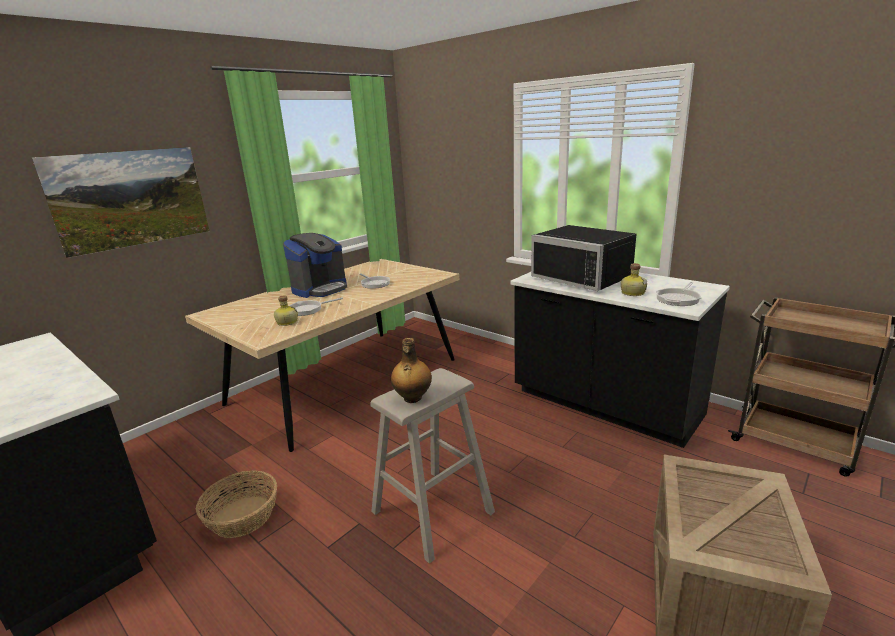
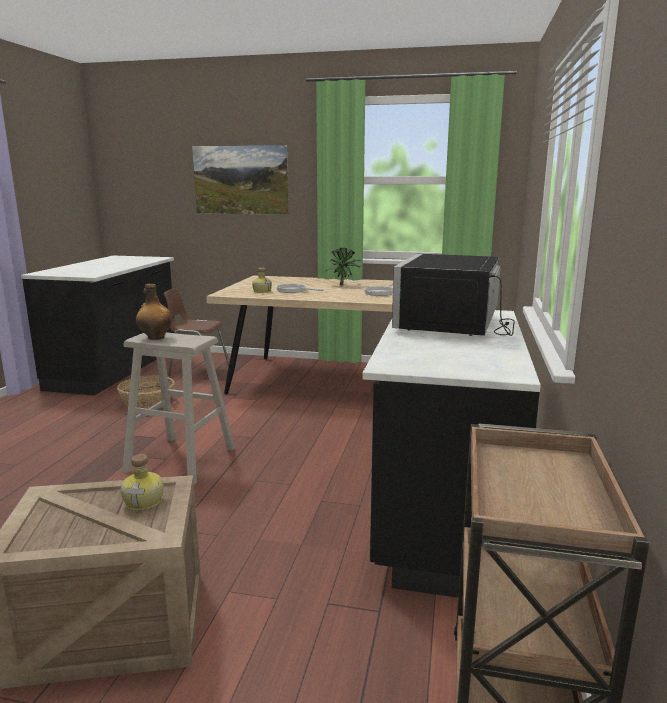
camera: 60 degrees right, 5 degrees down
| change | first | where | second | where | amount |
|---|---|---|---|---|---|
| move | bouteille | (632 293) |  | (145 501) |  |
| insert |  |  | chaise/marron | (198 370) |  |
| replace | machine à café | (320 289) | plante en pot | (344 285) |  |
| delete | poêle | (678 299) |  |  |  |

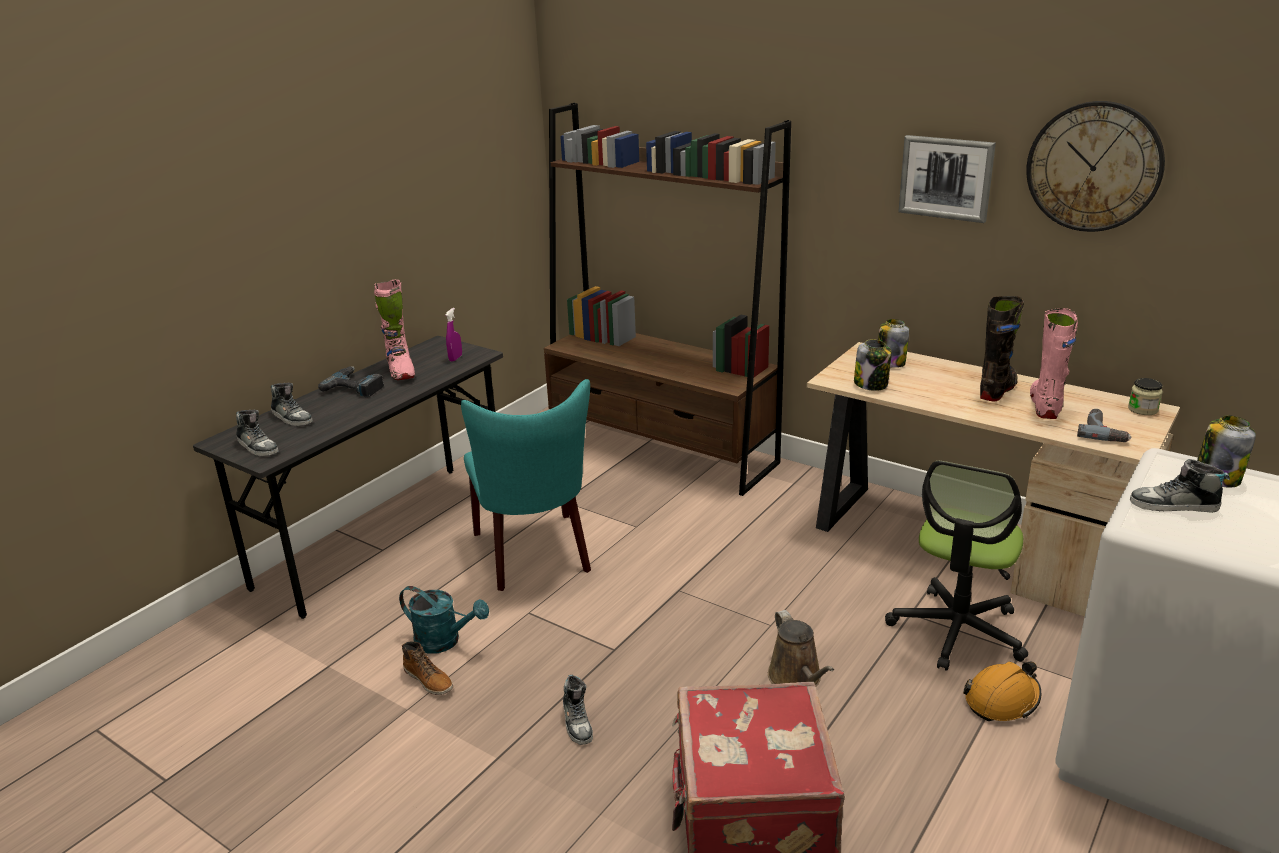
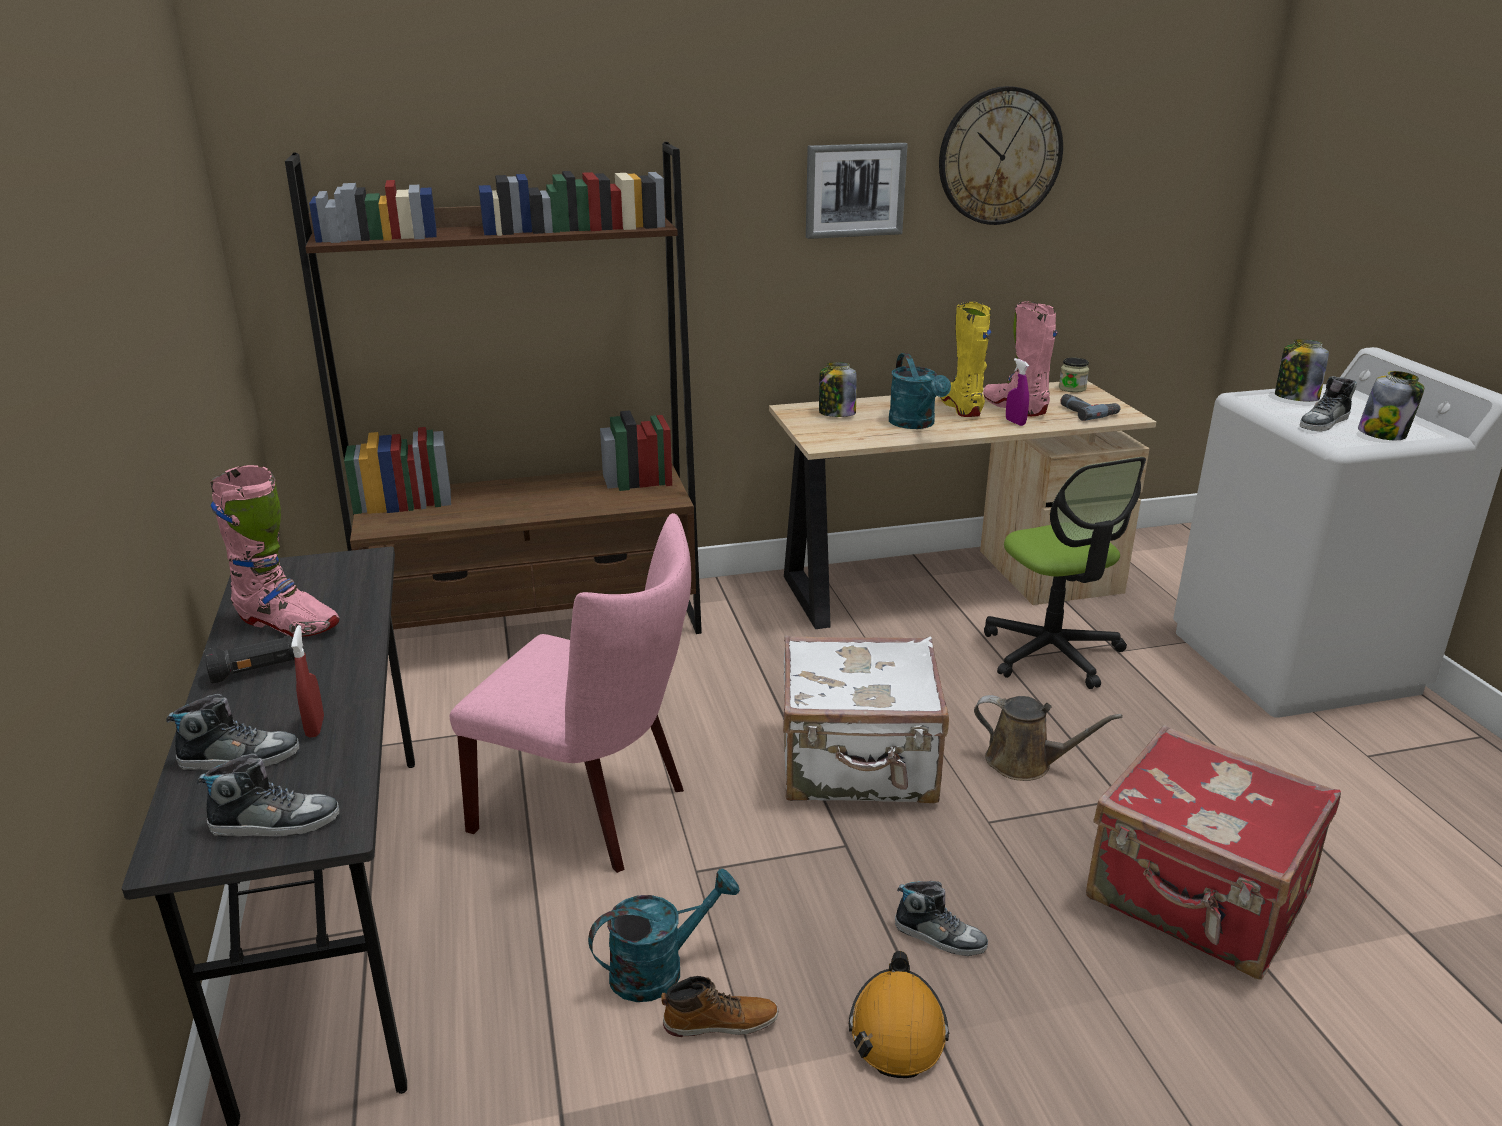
camera: 50 degrees left, 0 degrees up
| change | first | where | second | where | amount |
|---|---|---|---|---|---|
| replace | perceuse | (356 386) | lampe de poche/noir | (255 671) |  |
| insert |  |  | vaporisateur/rouge | (315 727) |  |
| recolor | chaise/turquoise | (535 556) | chaise/rose | (592 810) |  |
| insert |  |  | valise/blanc | (859 765) |  |
| move | casque de chantier/orange | (1002 700) |  | (897 1029) |  |
| insert |  |  | arrosoir/turquoise | (915 424) |  |
| recolor | botte/noir | (997 390) | botte/jaune | (960 407) |  |
| move | vaporisateur/violet | (455 358) |  | (1015 422) |  |
| move | bocal | (871 384) |  | (1383 434) |  |

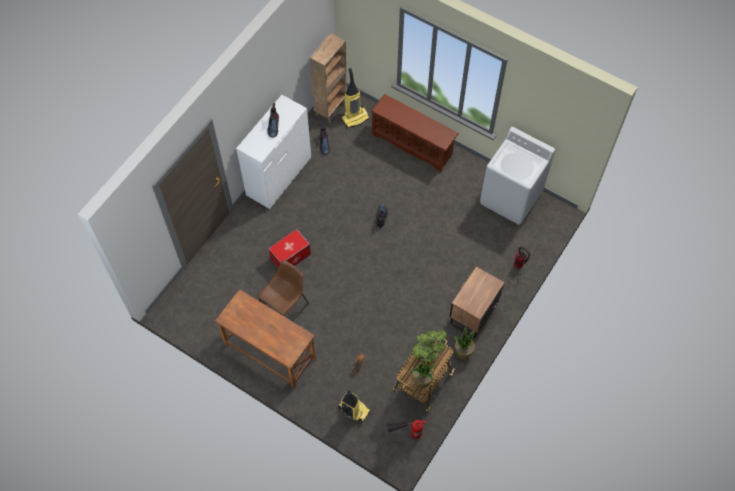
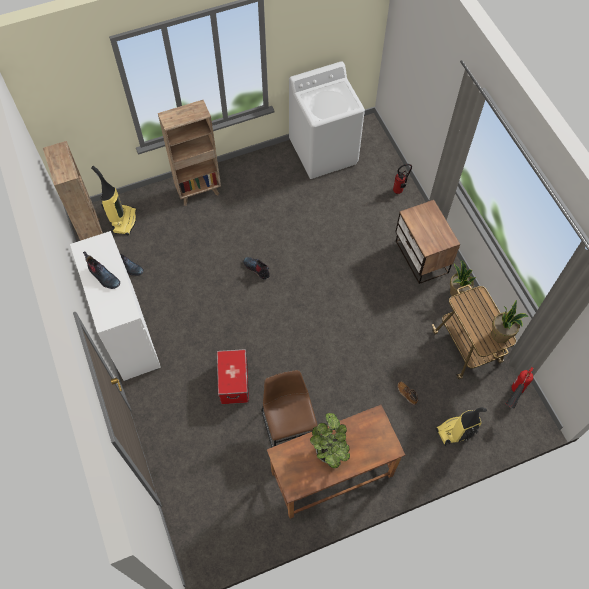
camera: 55 degrees left, 0 degrees up
| change | first | where | second | where | amount |
|---|---|---|---|---|---|
| replace | étagère à chaussures/marron | (413 144) | bibliothèque/marron | (199 191) |  |
| move | plante en pot | (427 352) |  | (329 450) |  |

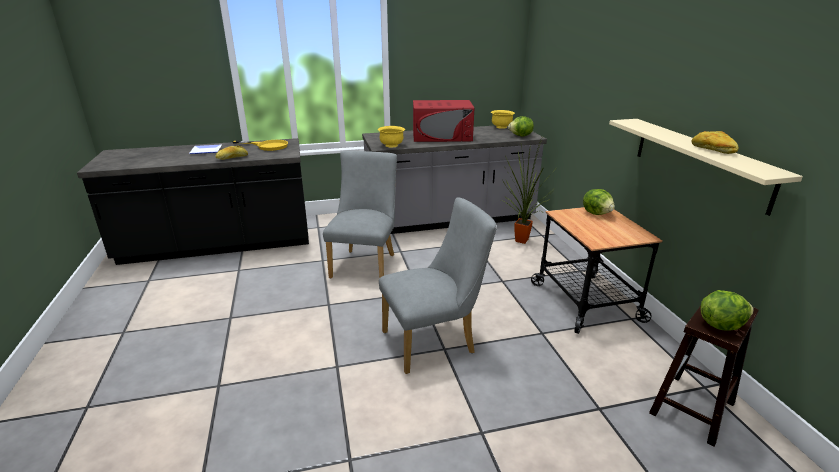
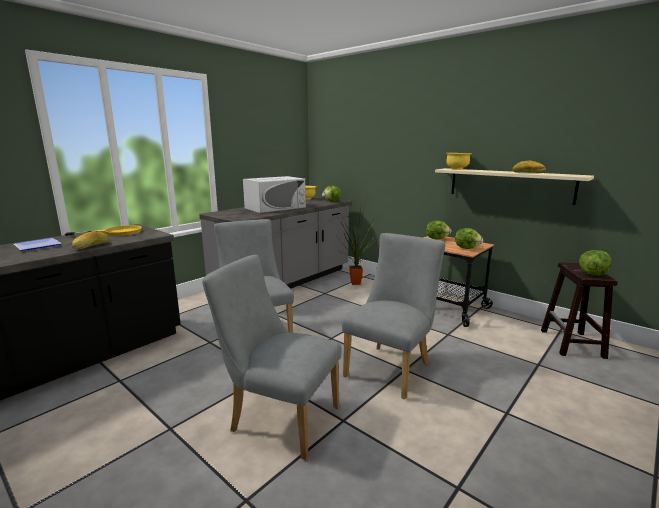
camera: 35 degrees left, 10 degrees down
| change | first | where | second | where | amount |
|---|---|---|---|---|---|
| insert |  |  | chaise/gris | (278 417) |  |
| recolor | micro-ondes/rouge | (442 136) | micro-ondes/blanc | (275 207) |  |
| move | bol/jaune | (391 145) |  | (457 169) |  |
| insert |  |  | laitue | (467 248) |  |

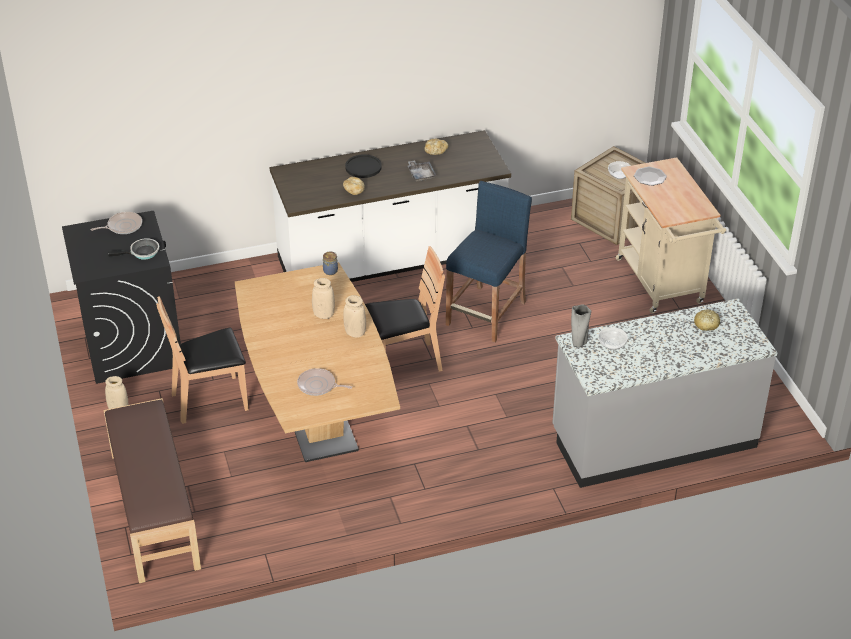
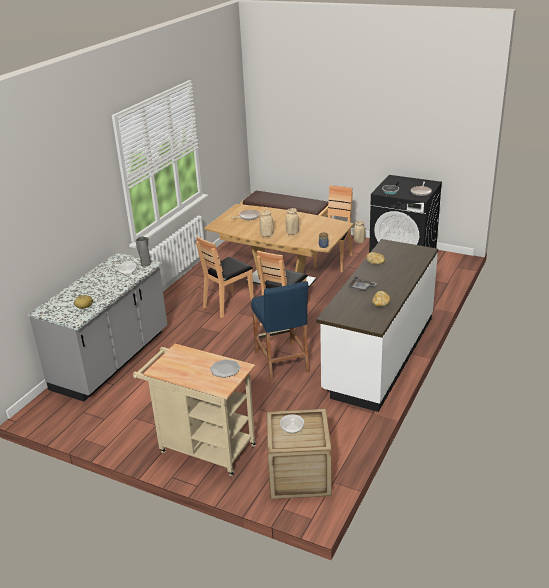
camera: 135 degrees right, 10 degrees down
| change | first | where | second | where | amount |
|---|---|---|---|---|---|
| insert |  |  | chaise/marron | (228 304) |  |
| delete | assiette/noir | (363 167) |  |  |  |

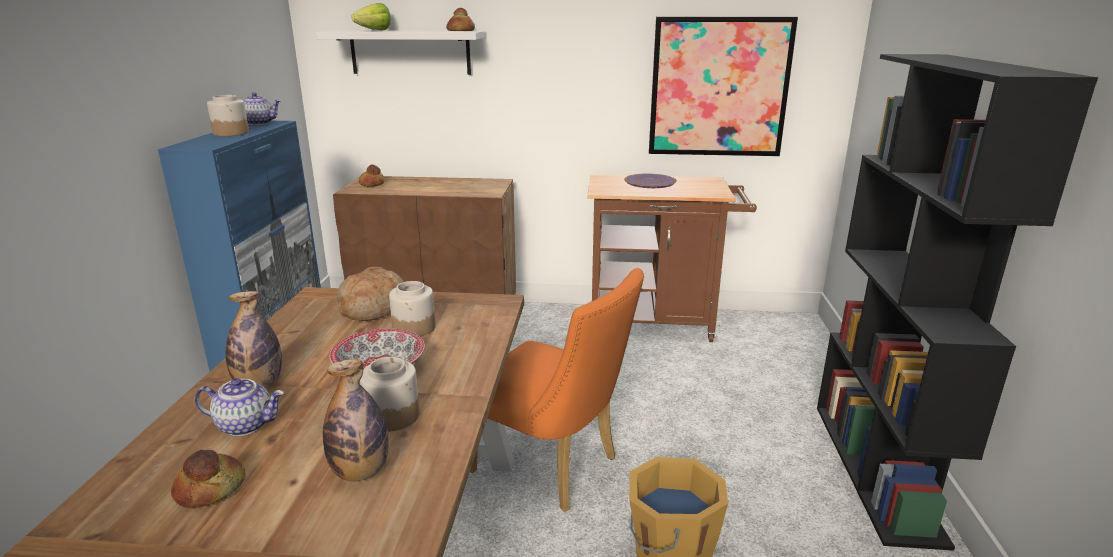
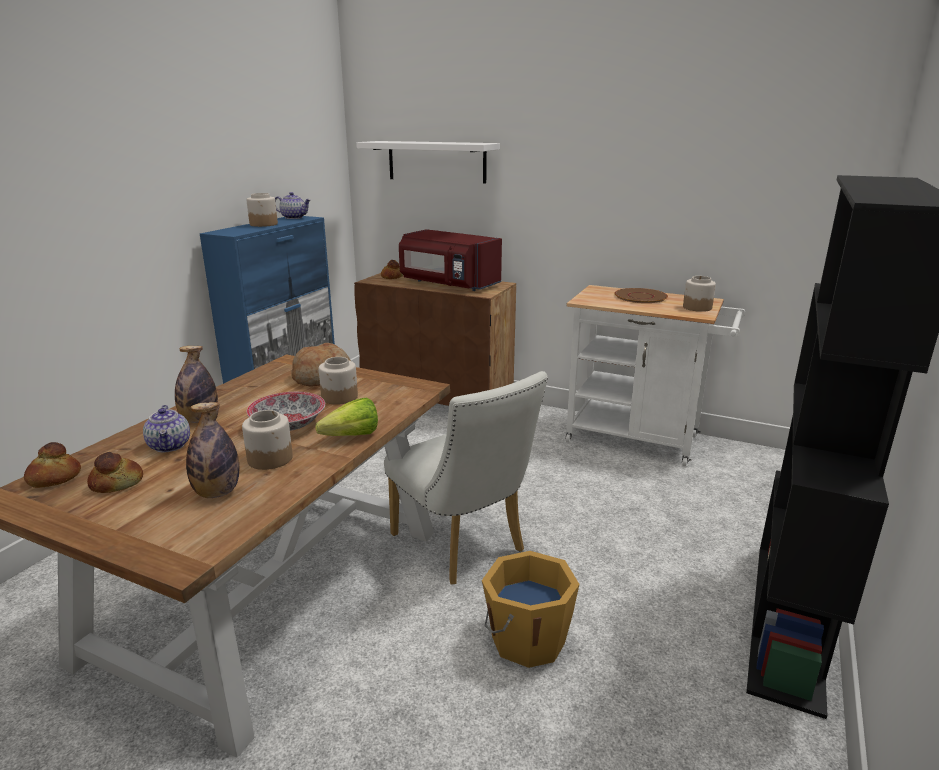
camera: 20 degrees right, 0 degrees up
| change | first | where | second | where | amount |
|---|---|---|---|---|---|
| move | pain | (461 31) |  | (54 478) |  |
| rotate | théière | (246 425) |  | (170 446) | 45 degrees clockwise |
| move | laitue | (370 30) |  | (346 437) |  |
| recolor | chaise/orange | (553 468) | chaise/blanc | (464 547) |  |
| insert |  |  | micro-ondes/rouge | (448 284) |  |
| recolor | chariot/marron | (659 324) | chariot/blanc | (641 440) |  |
| recolor | assiette/violet | (650 182) | assiette/marron | (641 297) |  |
| insert |  |  | bocal | (697 307) |  |
| delete | tableau | (719 87) |  |  |  |

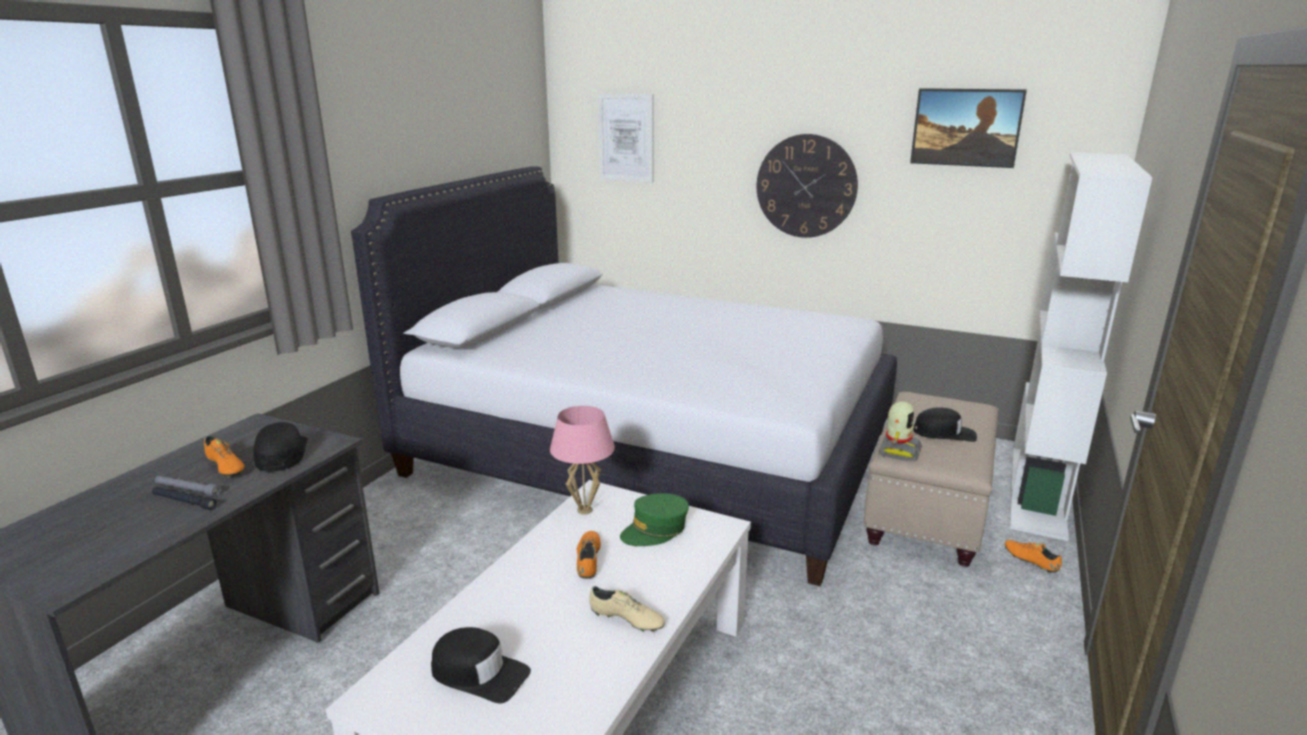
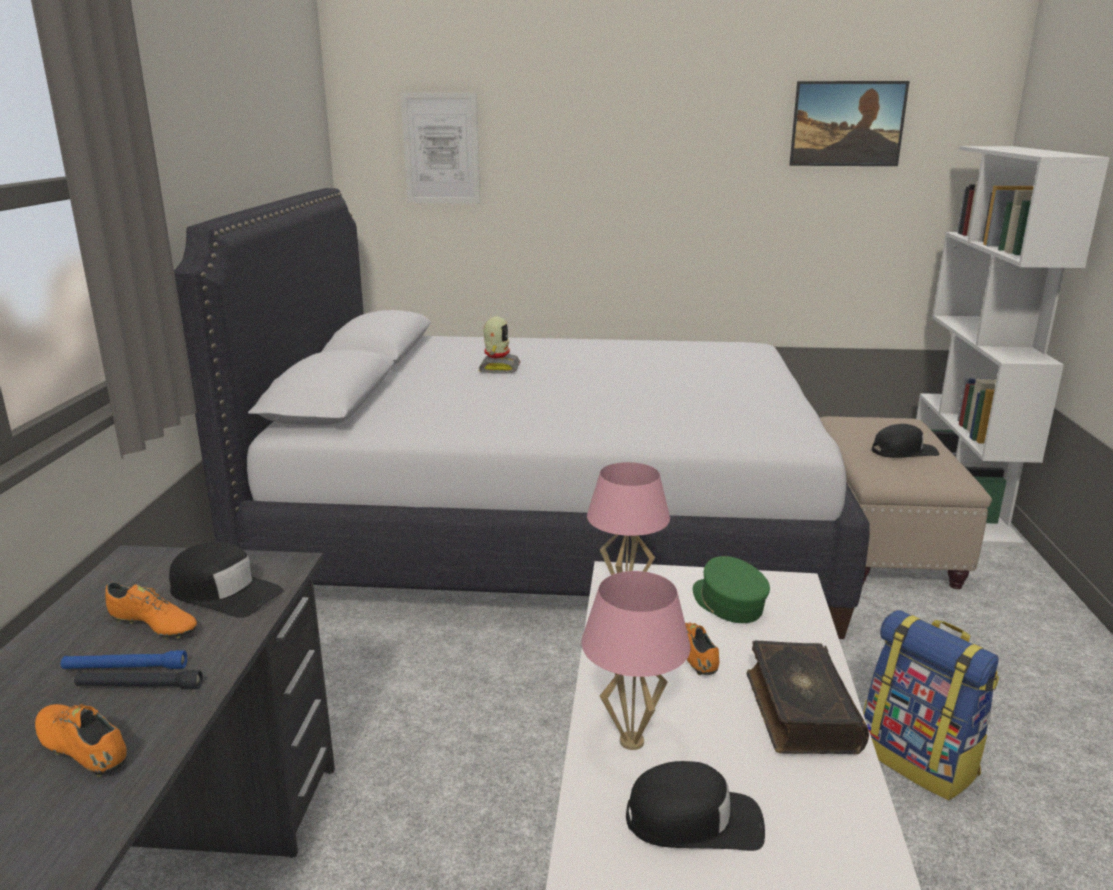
camera: 20 degrees left, 0 degrees up
| change | first | where | second | where | amount |
|---|---|---|---|---|---|
| move | chaussure/orange | (1030 560) |  | (83 749) |  |
| recolor | lampe de poche/gris | (188 490) | lampe de poche/bleu | (125 668) |  |
| rotate | casquette/noir | (281 454) |  | (224 592) | 150 degrees clockwise |
| move | robot jouet | (898 451) |  | (498 368) |  |
| insert |  |  | lampe de table/rose | (631 741) |  |
| rotate | casquette/vert | (655 530) |  | (728 603) | 120 degrees clockwise |
| replace | chaussure/beige | (626 620) | livre | (799 711) |  |
| insert |  |  | sac à dos | (919 760) |  |
| delete | horloge murale | (806 186) |  |  |  |

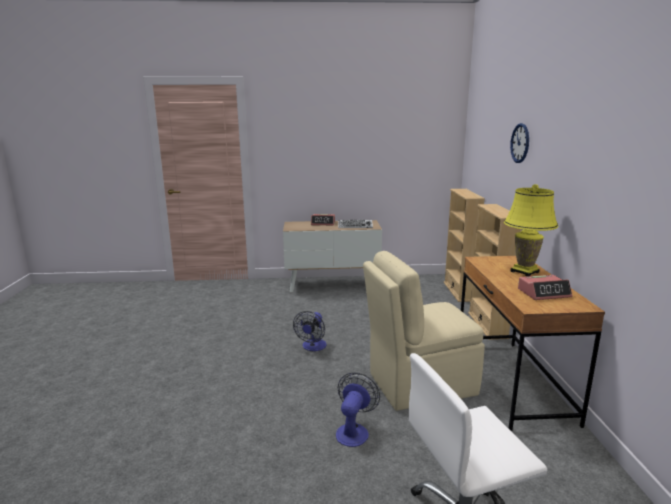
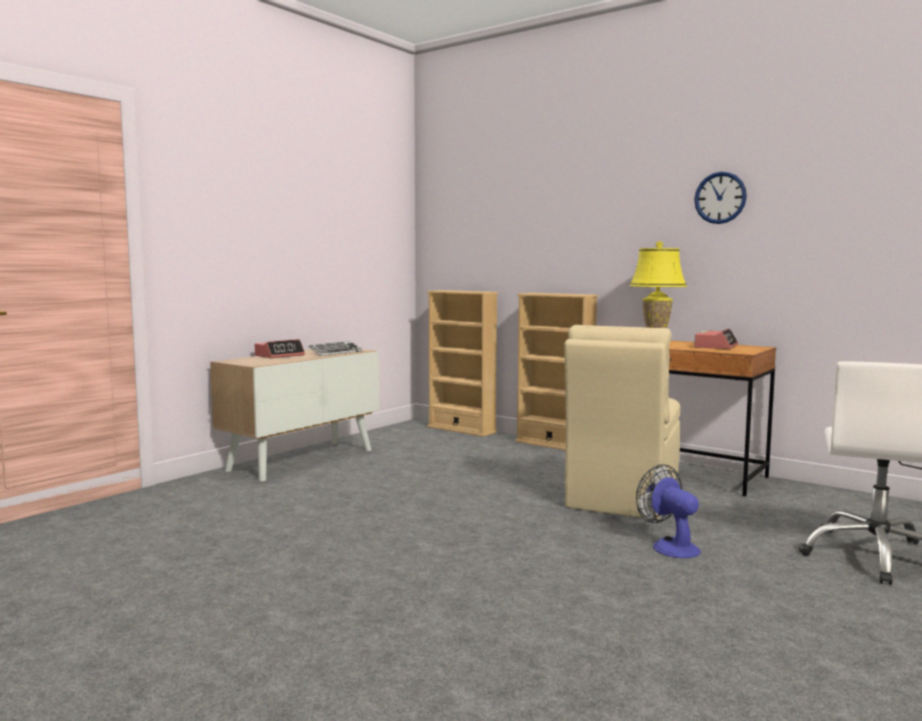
camera: 50 degrees left, 10 degrees down
| change | first | where | second | where | amount |
|---|---|---|---|---|---|
| move | horloge murale | (520 143) |  | (720 198) |  |
| delete | ventilateur | (312 347) |  |  |  |

